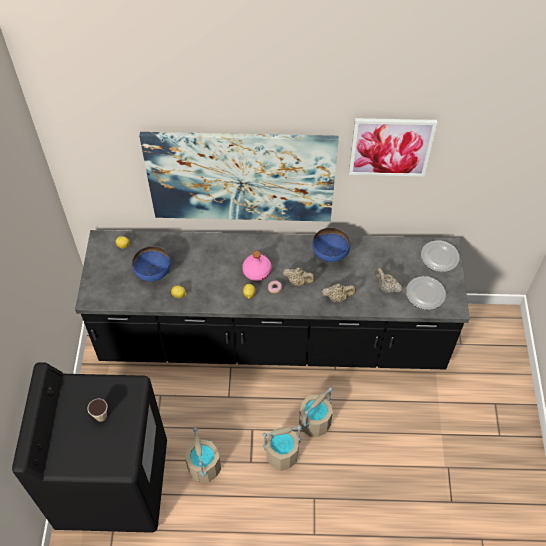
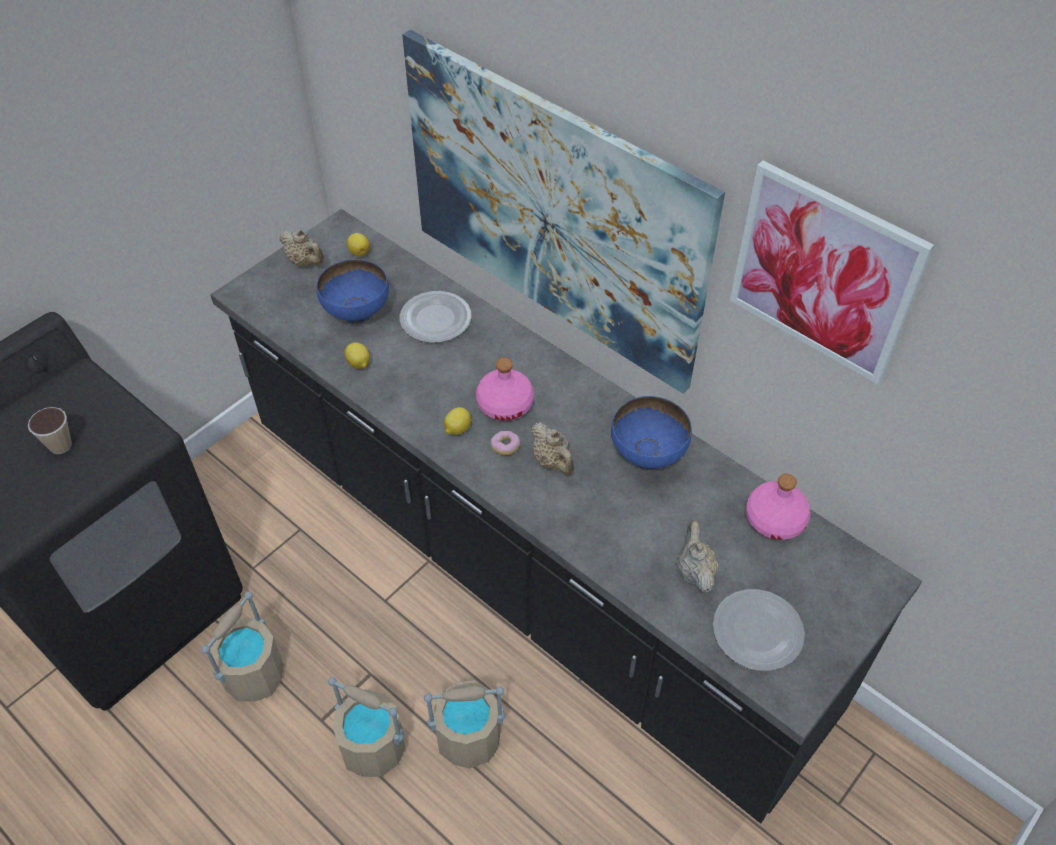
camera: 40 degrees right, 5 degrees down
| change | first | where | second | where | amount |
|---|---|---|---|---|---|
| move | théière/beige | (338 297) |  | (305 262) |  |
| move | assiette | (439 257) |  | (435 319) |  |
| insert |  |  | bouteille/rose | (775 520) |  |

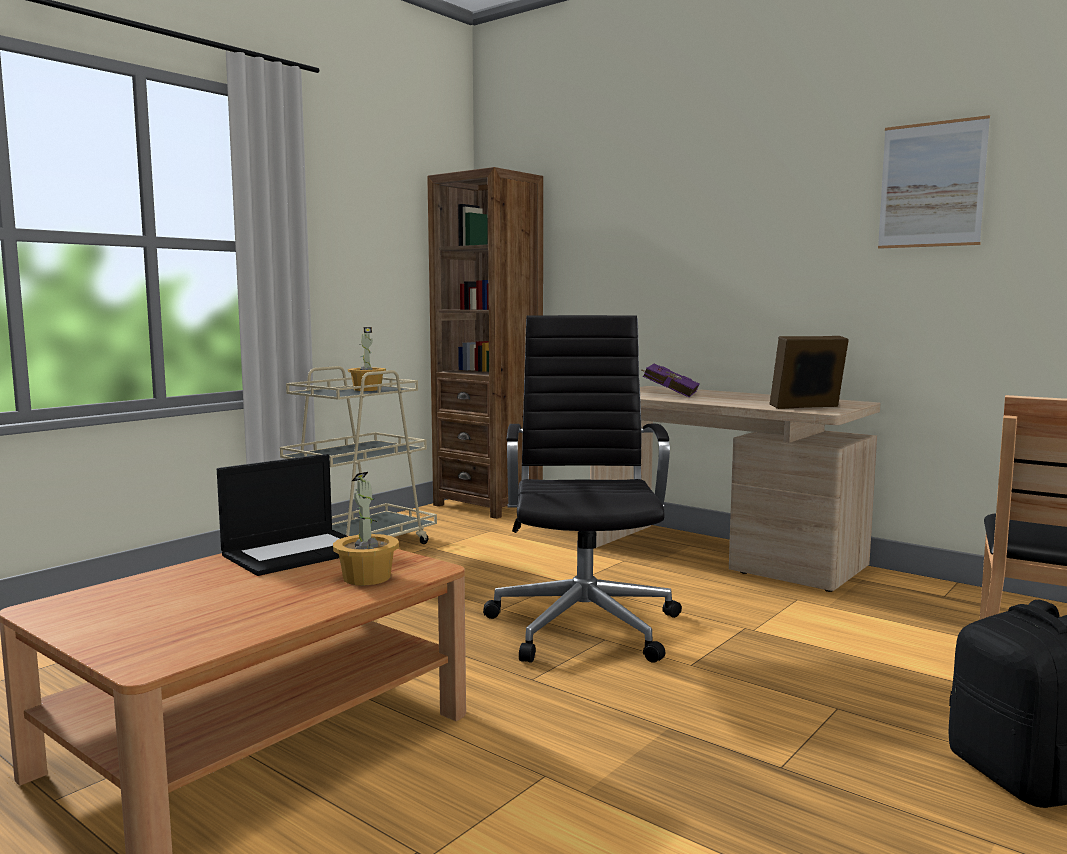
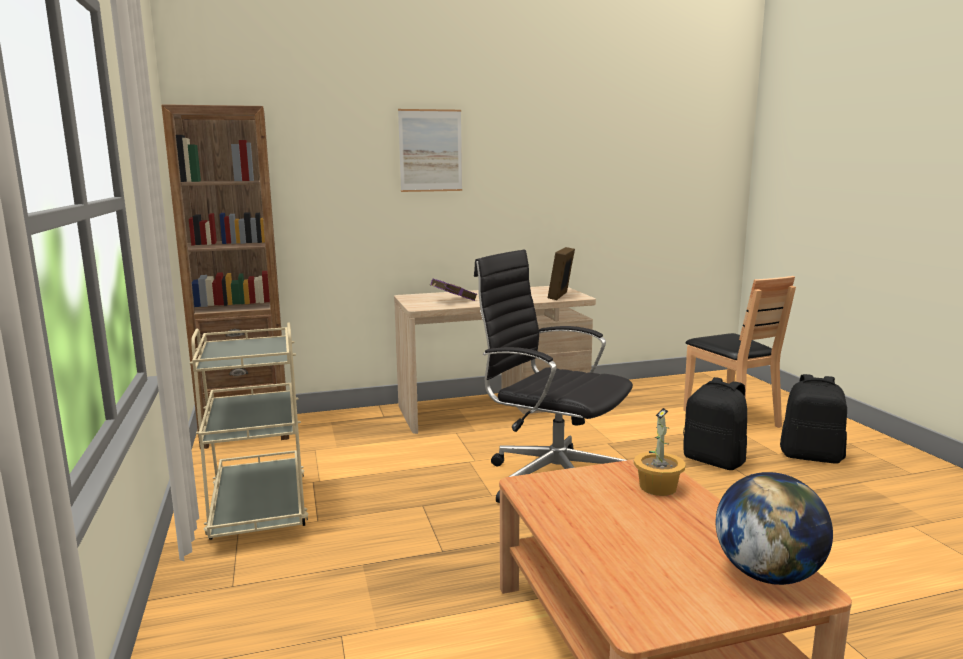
camera: 55 degrees left, 5 degrees up
| change | first | where | second | where | amount |
|---|---|---|---|---|---|
| move | tableau | (931 185) |  | (430 150) |  |
| insert |  |  | sac à dos/noir | (714 461) |  |
| insert |  |  | globe | (767 574) |  |
| delete | ordinateur portable | (297 552) |  |  |  |
| delete | plante en pot | (367 389) |  |  |  |

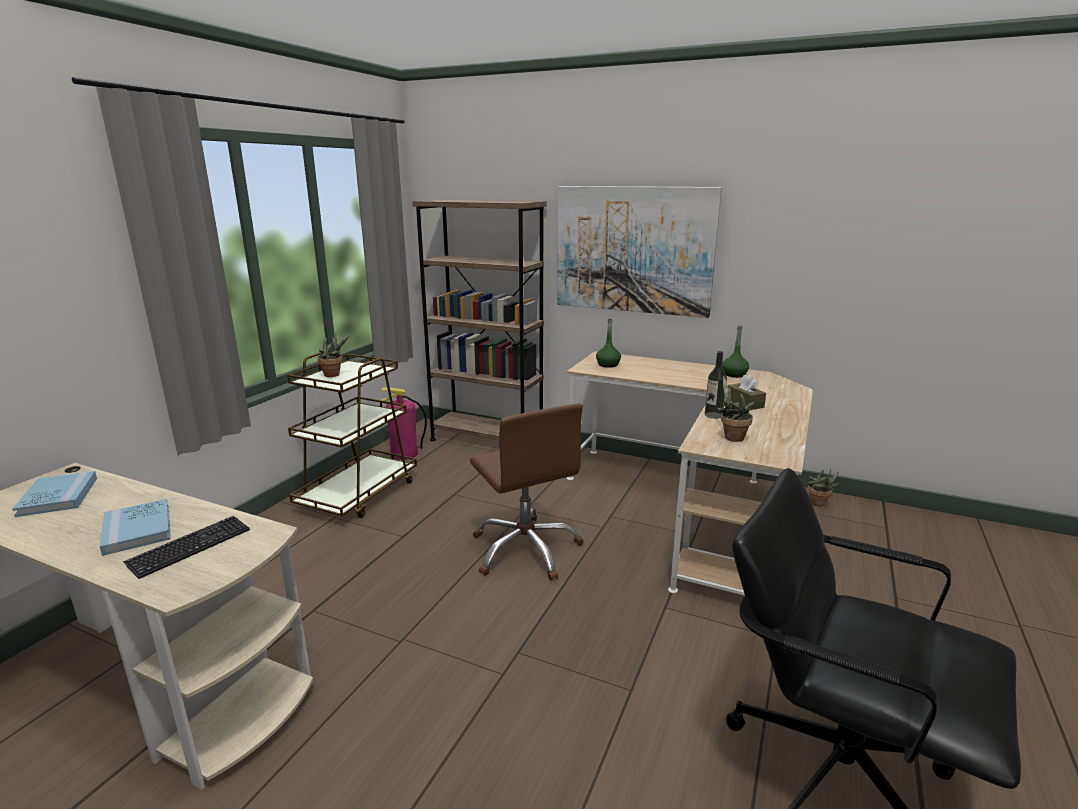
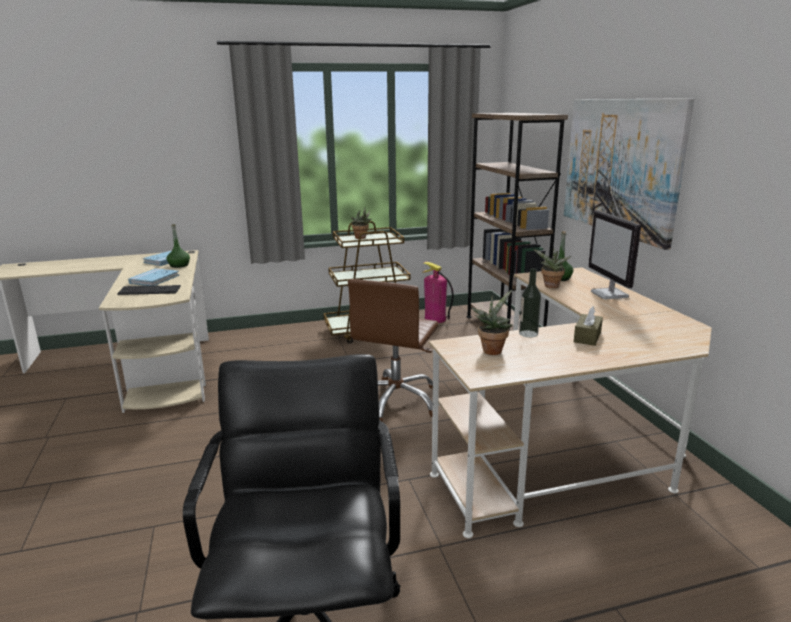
camera: 50 degrees right, 0 degrees up
| change | first | where | second | where | amount |
|---|---|---|---|---|---|
| move | bouteille/vert | (734 374) |  | (179 265) |  |
| move | plante en pot | (818 504) |  | (550 286) |  |
| insert |  |  | écran d'ordinateur | (610 294) |  |

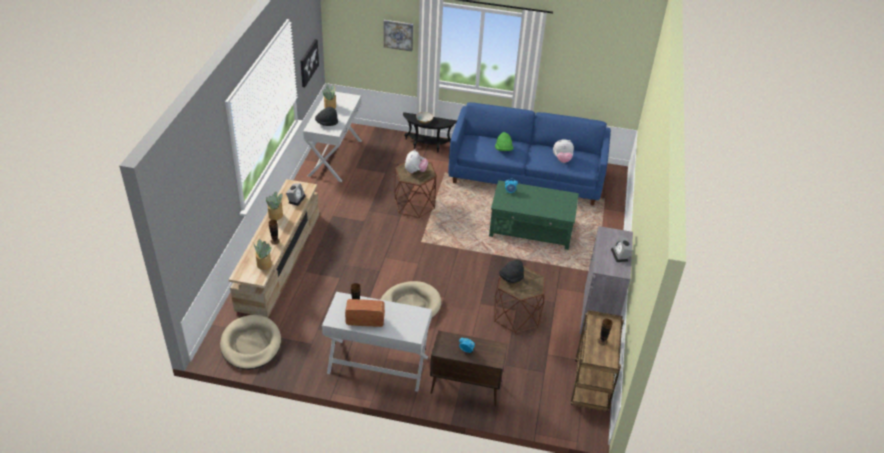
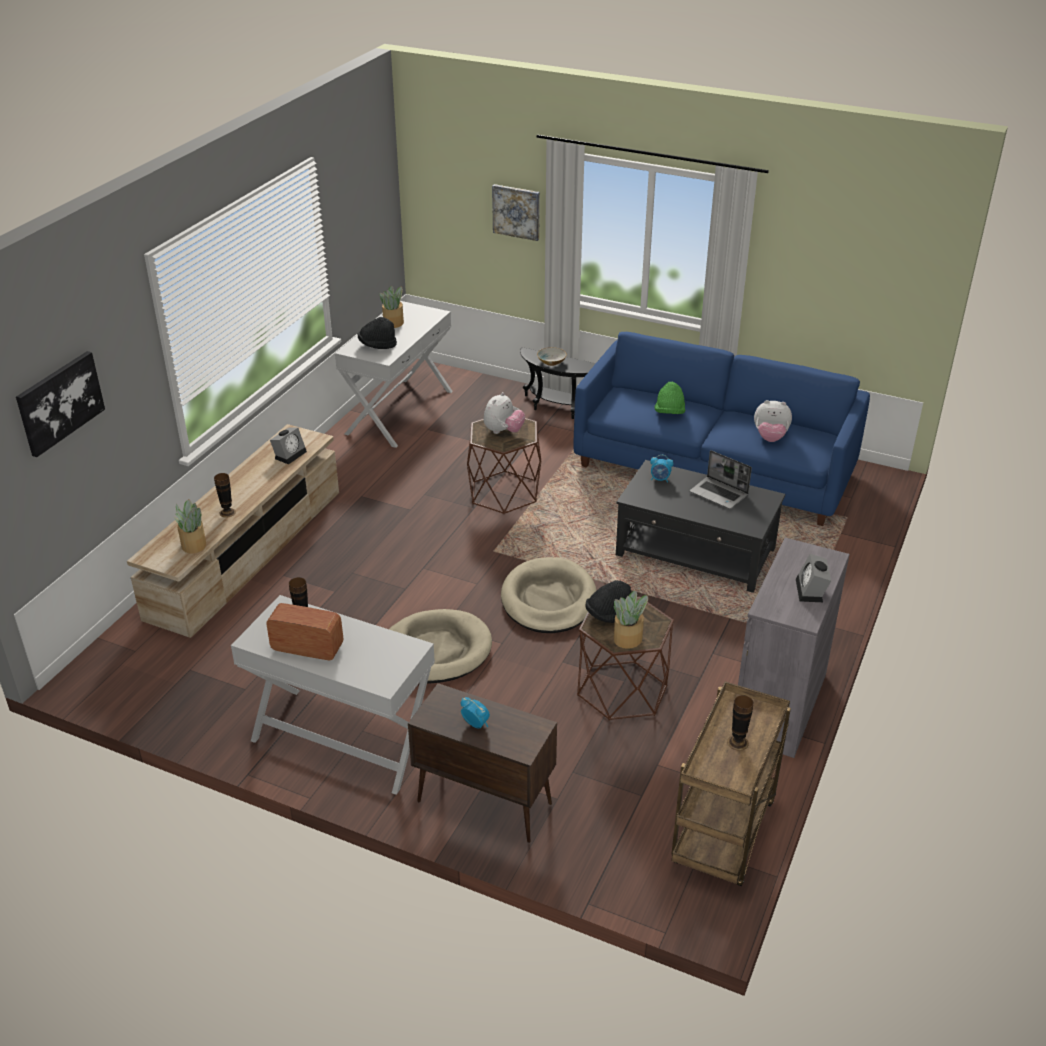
camera: 15 degrees right, 5 degrees down
| change | first | where | second | where | amount |
|---|---|---|---|---|---|
| move | tableau | (308 62) |  | (60 402) |  |
| move | panier pour chien/beige | (251 344) |  | (548 600) |  |
| move | plante en pot | (276 215) |  | (628 639) |  |
| recolor | table basse/vert | (531 229) | table basse/noir | (696 552) |  |
| insert |  |  | ordinateur portable | (719 494) |  |

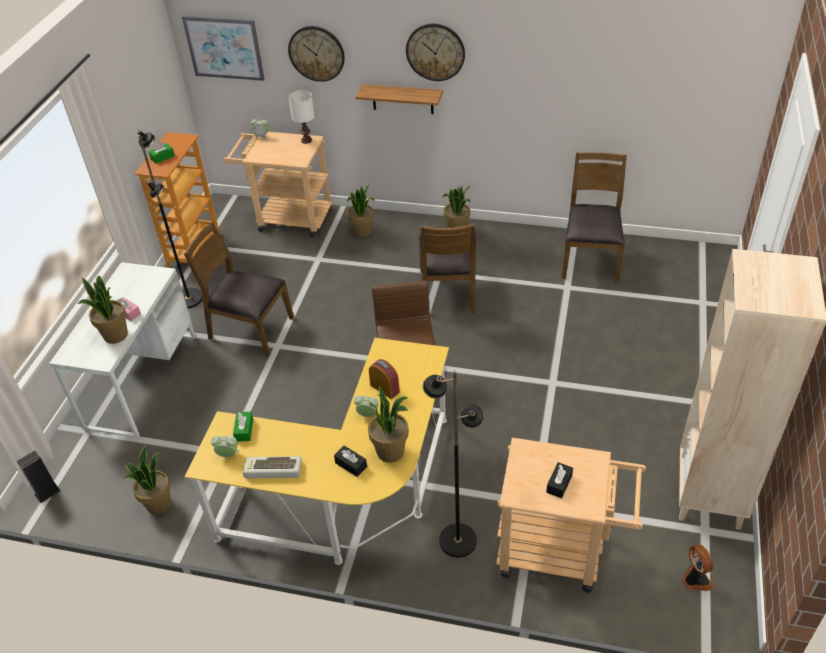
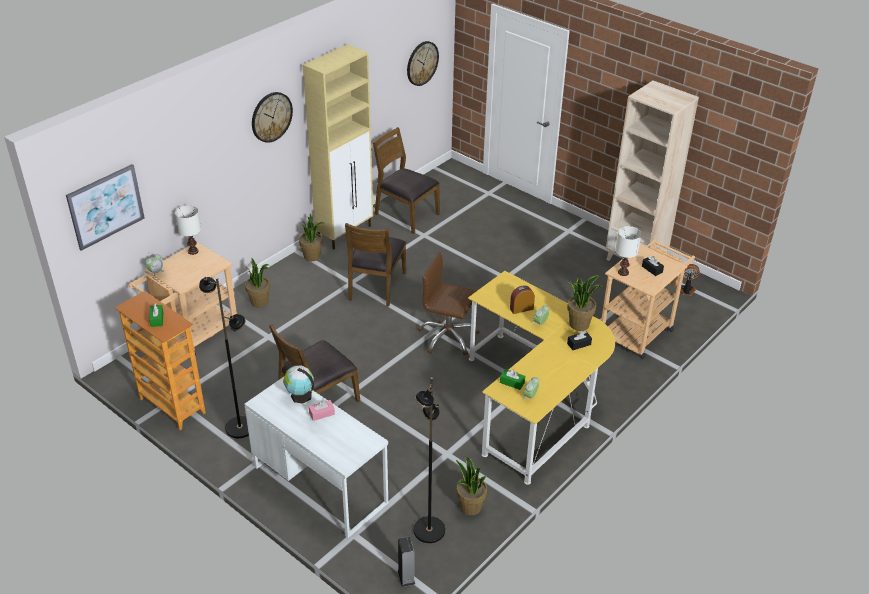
camera: 65 degrees left, 5 degrees down
| change | first | where | second | where | amount |
|---|---|---|---|---|---|
| insert |  |  | globe | (300 395) |  |
| insert |  |  | meuble de rangement/beige | (345 233) |  |
| rotate | chaise/marron | (448 291) |  | (376 286) | 75 degrees clockwise |
| move | horloge murale | (316 53) |  | (422 63) |  |
| move | lampadaire/noir | (457 540) |  | (428 530) |  |
| insert |  |  | lampe de table/blanc | (623 272) |  |
| delete | plante en pot | (115 335) |  |  |  |
| delete | clavier | (272 471) |  |  |  |
| delete | étagère | (402 99) |  |  |  |

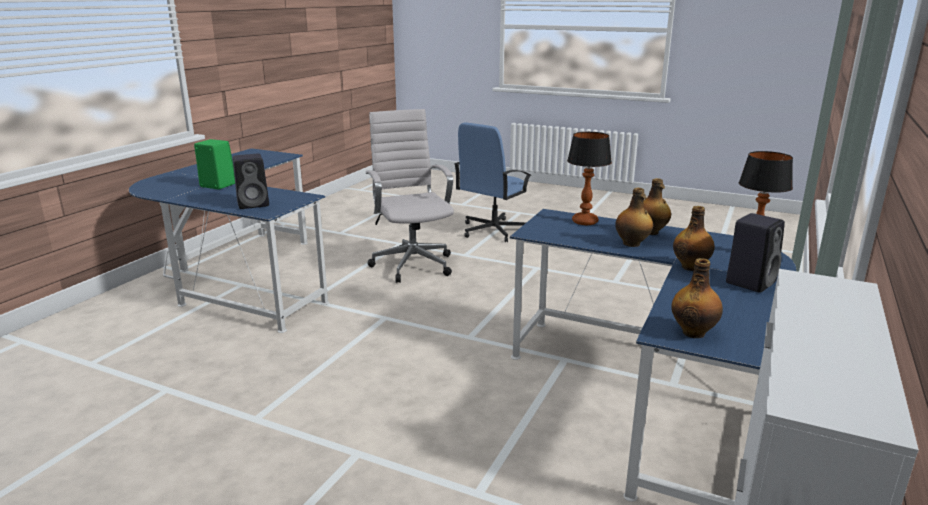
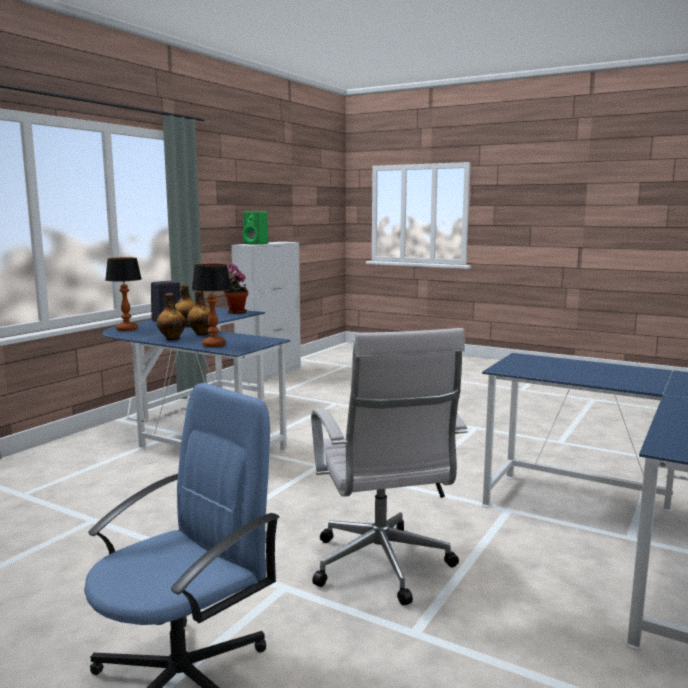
camera: 175 degrees left, 10 degrees down
| change | first | where | second | where | amount |
|---|---|---|---|---|---|
| replace | bouteille | (693 332) | plante en pot | (235 312) |  |
| move | enceinte/vert | (216 185) |  | (256 244) |  |
| delete | enceinte/noir | (254 204) |  |  |  |

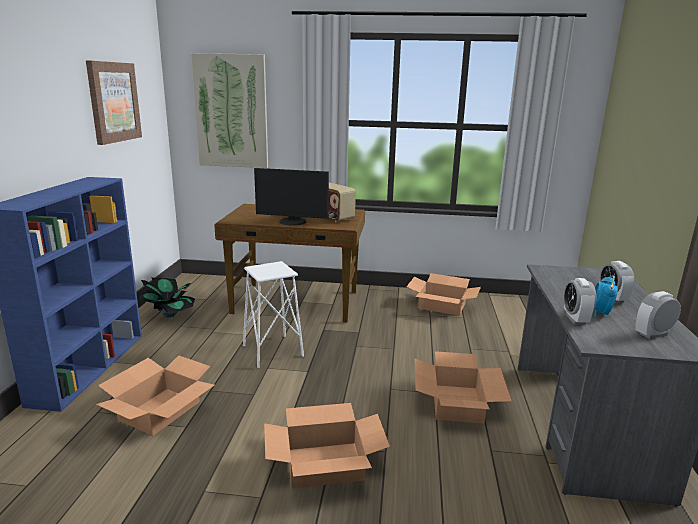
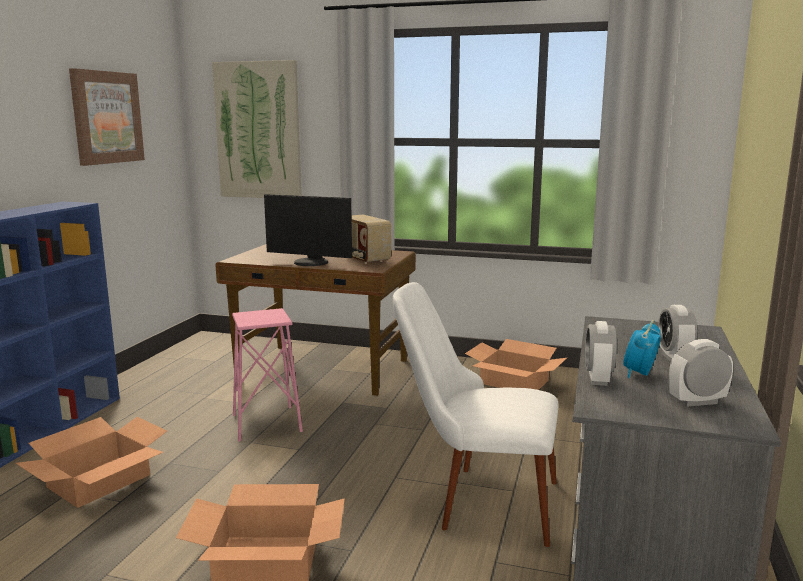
camera: 10 degrees right, 5 degrees down
| change | first | where | second | where | amount |
|---|---|---|---|---|---|
| recolor | tabouret/blanc | (272 351) | tabouret/rose | (266 423) |  |
| replace | carton | (457 403) | chaise/blanc | (477 500) |  |
| delete | plante en pot | (169 314) |  |  |  |

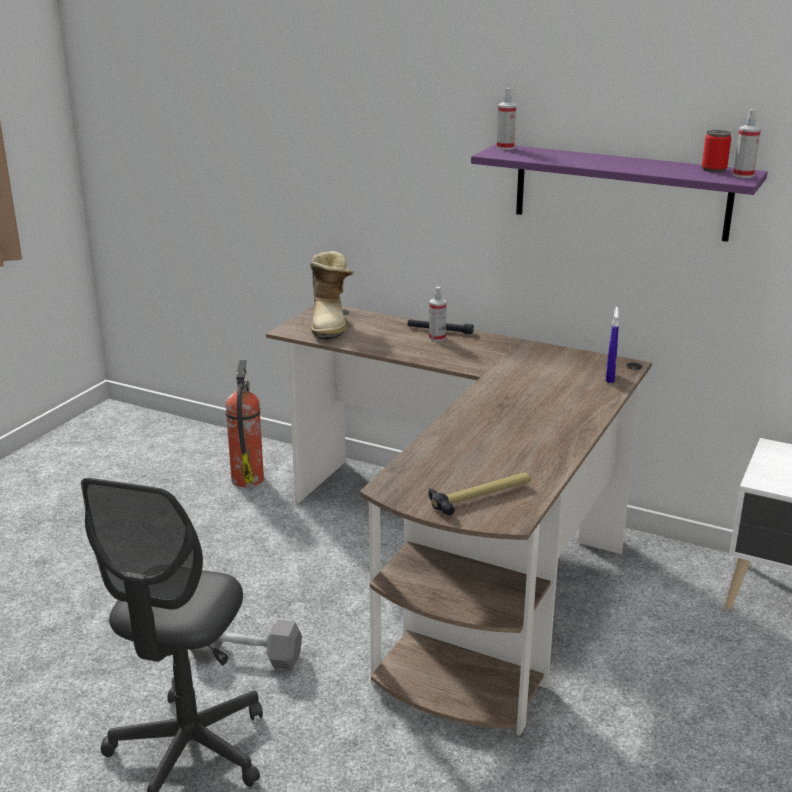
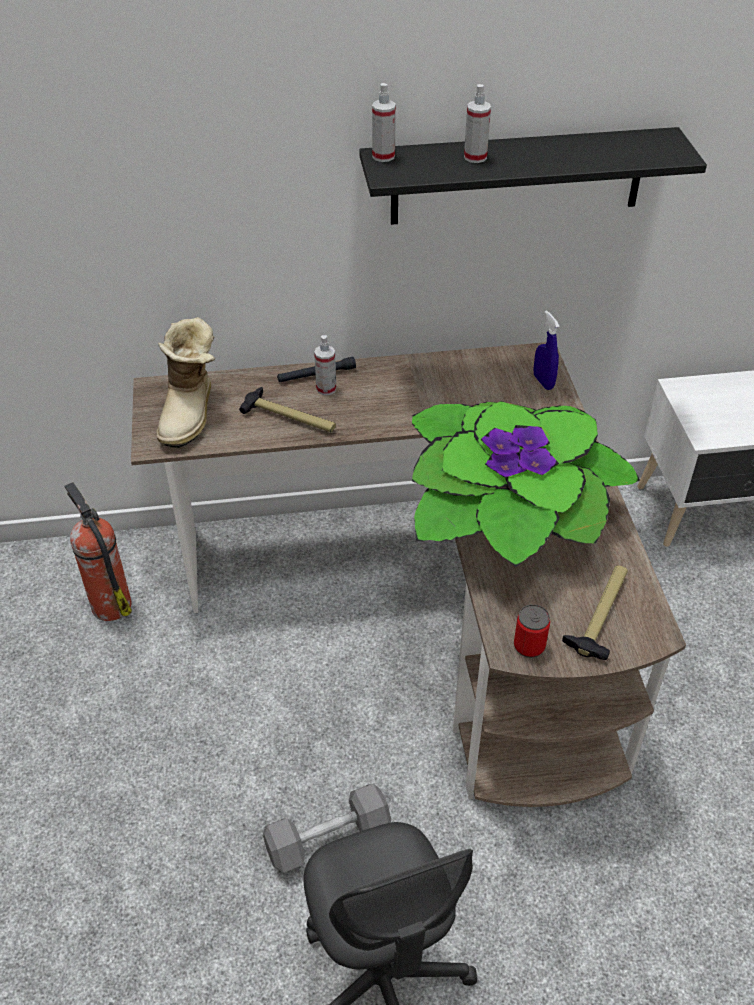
camera: 35 degrees left, 20 degrees up
| change | first | where | second | where | amount |
|---|---|---|---|---|---|
| rotate | botte | (331 324) |  | (191 413) | 45 degrees clockwise |
| insert |  |  | marteau | (290 418) |  |
| recolor | étagère/violet | (621 192) | étagère/noir | (517 176) |  |
| insert |  |  | plante en pot | (507 516) |  |
| move | vaporisateur | (743 175) |  | (475 157) |  |
| move | boîte métallique | (714 169) |  | (529 646) |  |

